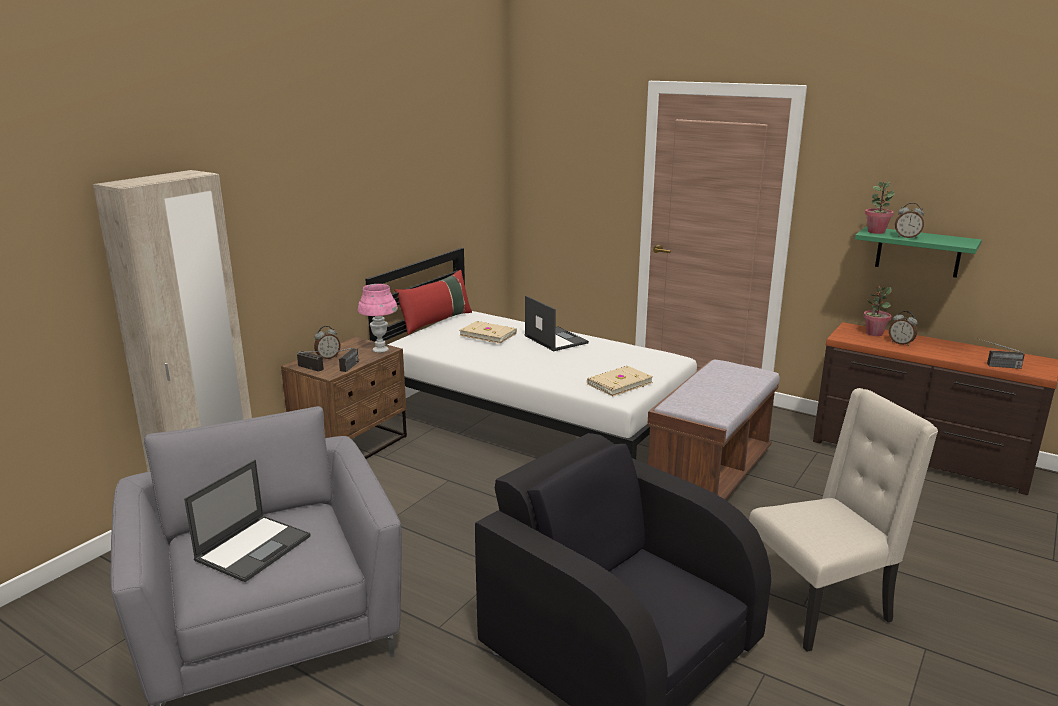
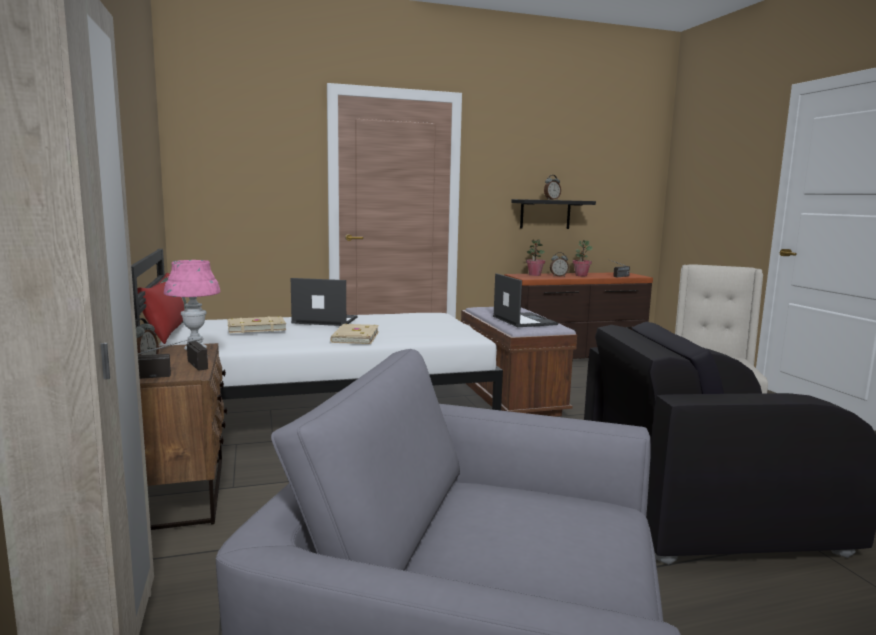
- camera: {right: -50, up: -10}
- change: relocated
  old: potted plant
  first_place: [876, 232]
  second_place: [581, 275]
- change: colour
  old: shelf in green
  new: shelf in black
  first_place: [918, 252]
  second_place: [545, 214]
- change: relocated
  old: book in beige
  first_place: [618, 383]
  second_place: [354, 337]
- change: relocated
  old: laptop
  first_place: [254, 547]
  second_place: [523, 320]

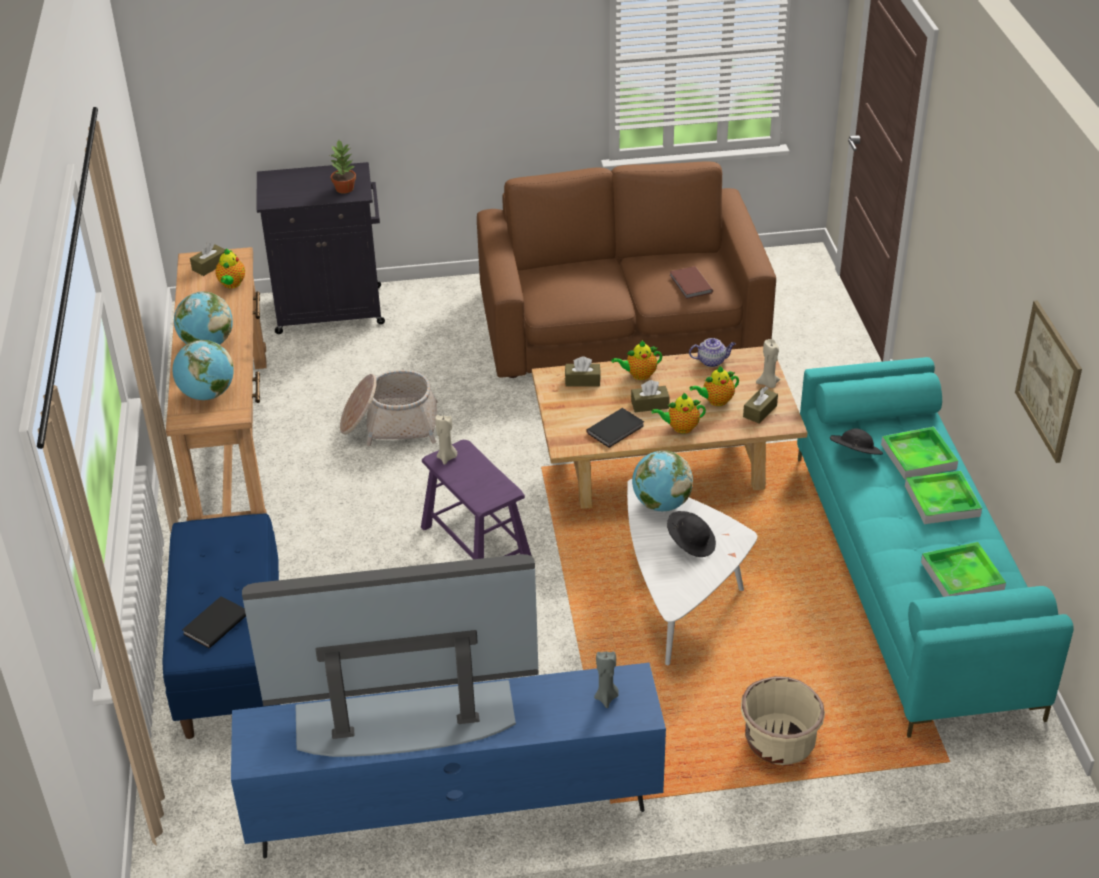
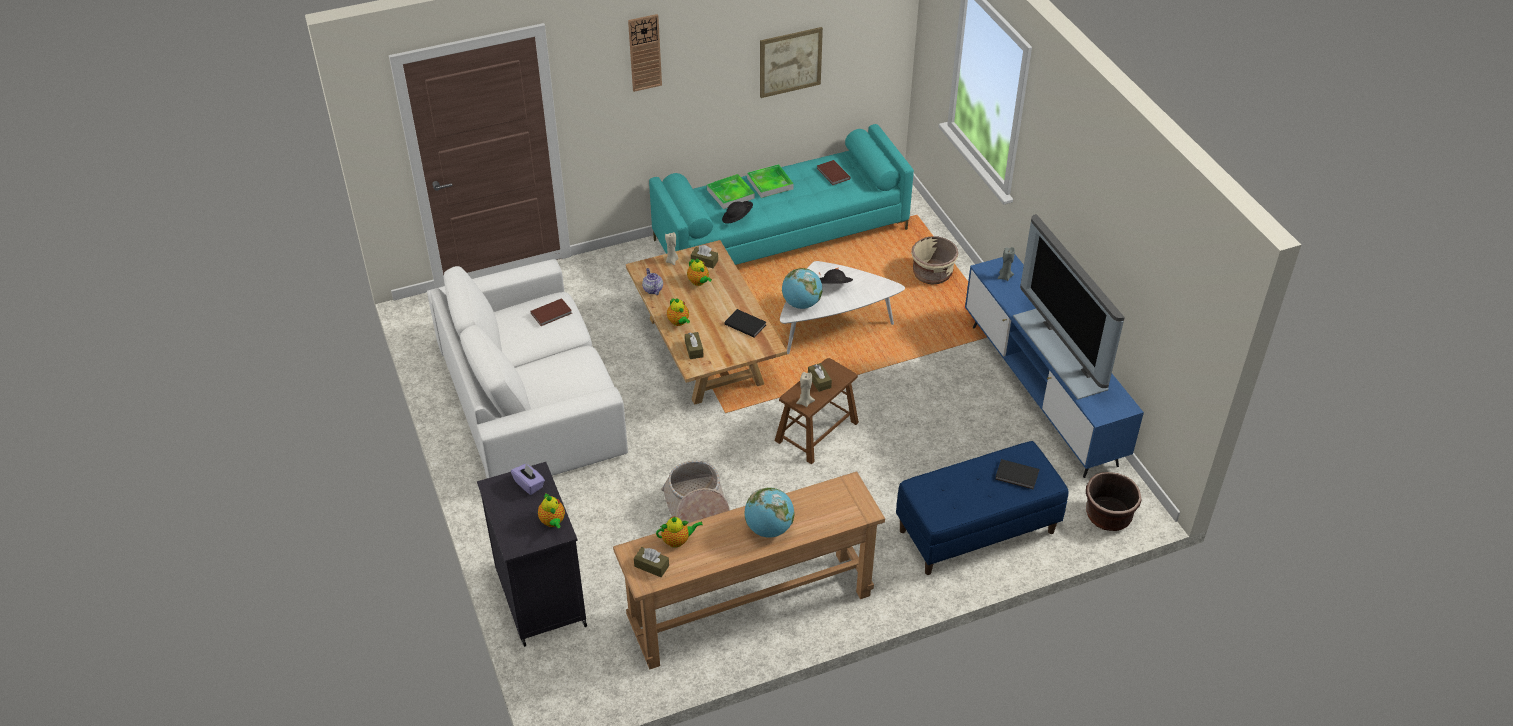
- camera: {right: -105, up: 5}
- change: exchanged
  old: potted plant
  new: tissue box in purple
  first_place: [345, 188]
  second_place: [529, 484]
- change: colour
  old: sofa in brown
  new: sofa in white
  first_place: [621, 323]
  second_place: [531, 399]
- change: missing
  old: globe
  first_place: [207, 394]
- change: relocated
  old: tissue box in brown
  first_place: [650, 405]
  second_place: [819, 381]
- change: relocated
  old: teapot
  first_place: [680, 428]
  second_place: [553, 522]
- change: colour
  old: stool in purple
  new: stool in brown
  first_place: [475, 542]
  second_place: [817, 431]
- change: exchanged
  old: tray
  new: book in brown
  first_place: [962, 576]
  second_place: [832, 174]
- change: appeared
  new: wall clock
  second_place: [645, 52]
- change: appeared
  new: planter in brown
  second_place: [1108, 516]

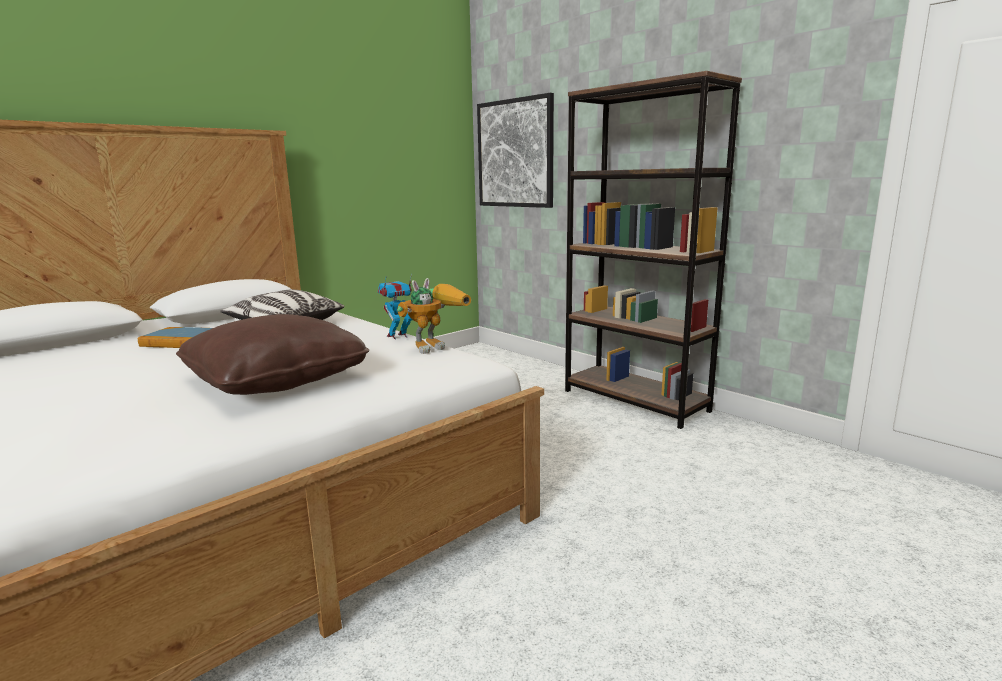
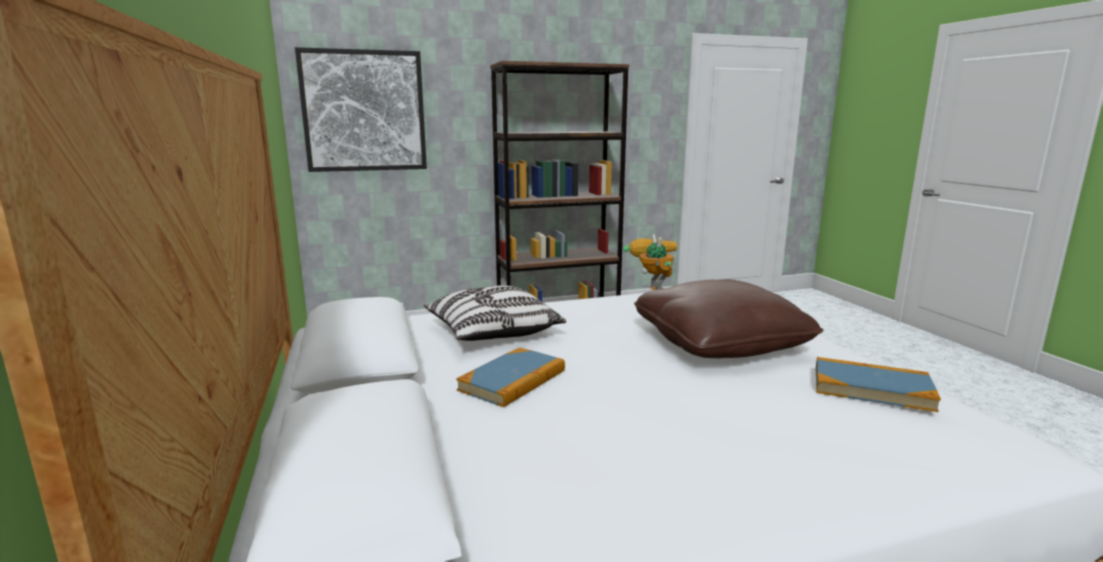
- camera: {right: -65, up: 0}
- change: missing
  old: toy robot
  first_place: [398, 336]
- change: appeared
  new: book
  second_place: [871, 388]

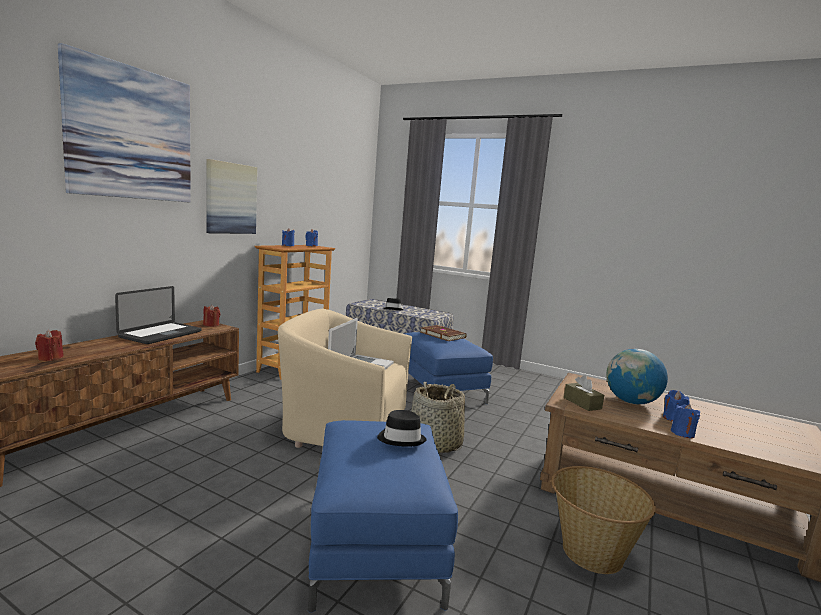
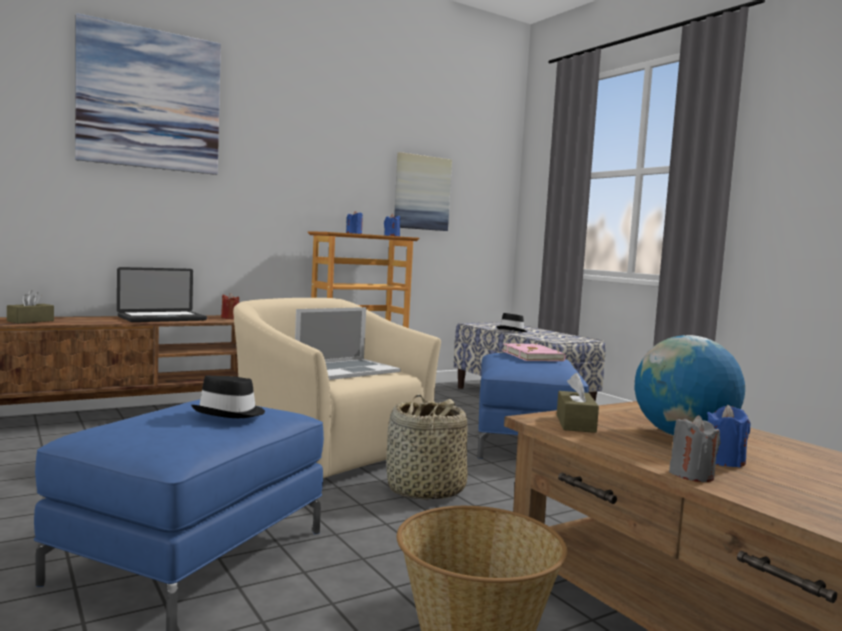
- camera: {right: 30, up: -5}
- change: relocated
  old: picture
  first_place: [231, 198]
  second_place: [422, 193]
- change: colour
  old: book in brown
  new: book in pink
  first_place: [443, 335]
  second_place: [533, 356]
- change: exchanged
  old: candle in red
  new: tissue box in brown
  first_place: [50, 358]
  second_place: [30, 321]
- change: colour
  old: candle in blue
  new: candle in grey
  first_place: [682, 433]
  second_place: [691, 475]

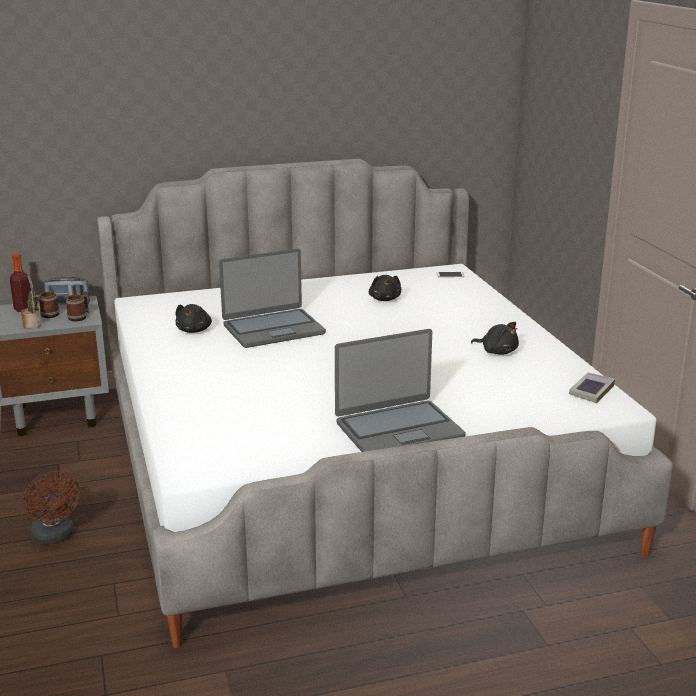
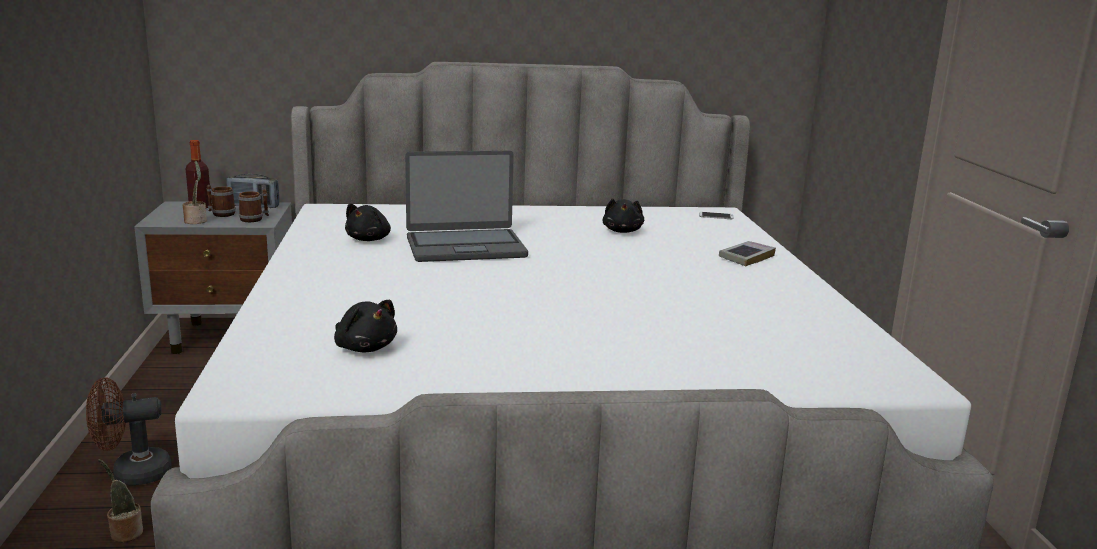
- camera: {right: 10, up: -5}
- change: relocated
  old: plush toy in black
  first_place: [497, 351]
  second_place: [365, 347]
- change: missing
  old: laptop
  first_place: [398, 429]
- change: relocated
  old: book
  first_place: [591, 391]
  second_place: [746, 257]
- change: spun
  old: fan in brown
  first_place: [55, 537]
  second_place: [132, 474]
  degrees: 90
- change: appeared
  new: potted plant
  second_place: [124, 533]

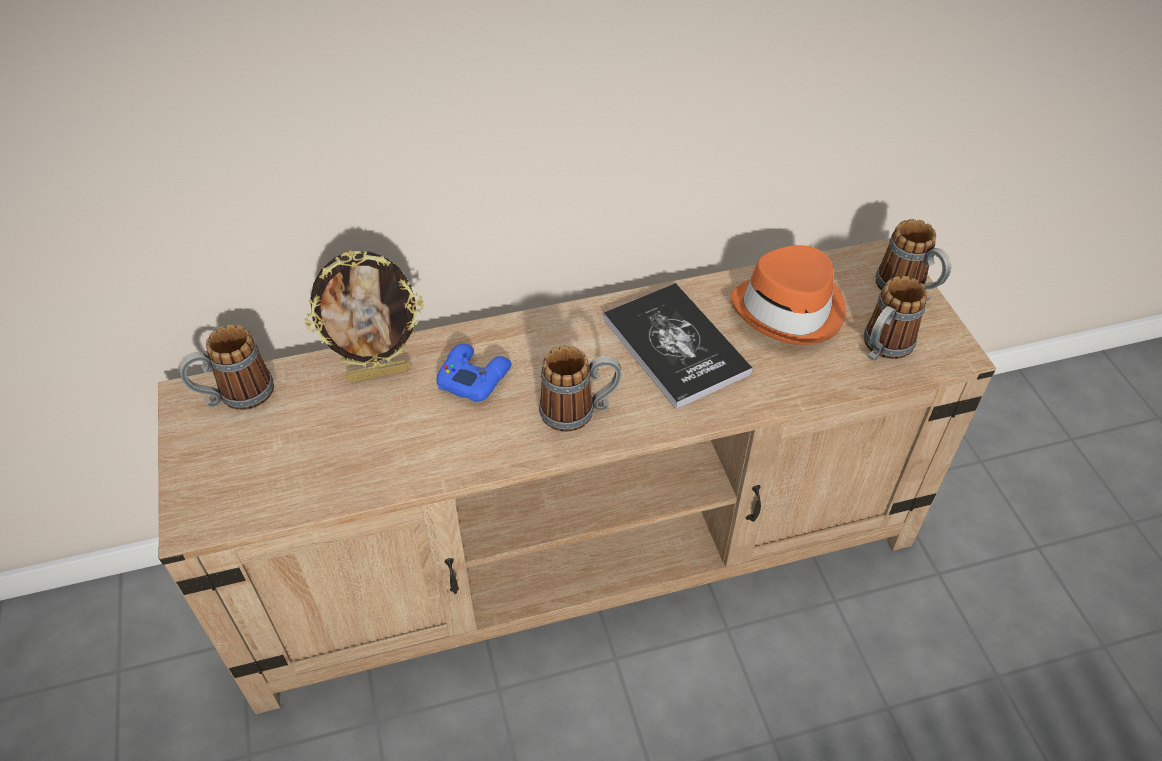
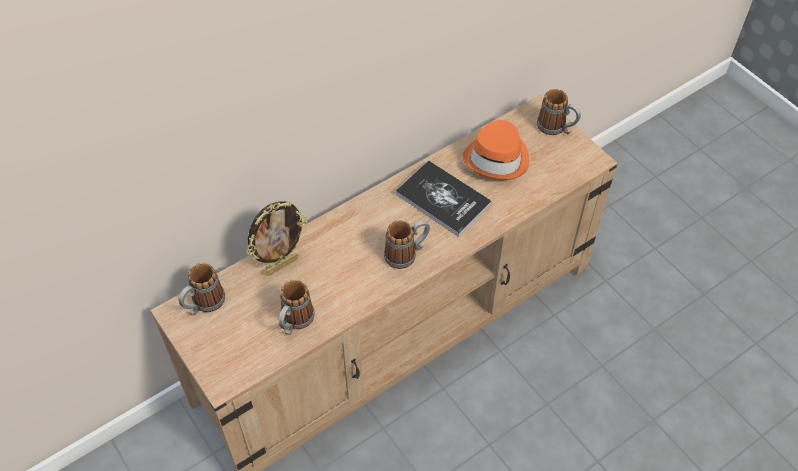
- camera: {right: -20, up: 5}
- change: relocated
  old: mug
  first_place: [882, 349]
  second_place: [295, 322]
- change: missing
  old: game controller in blue
  first_place: [473, 377]

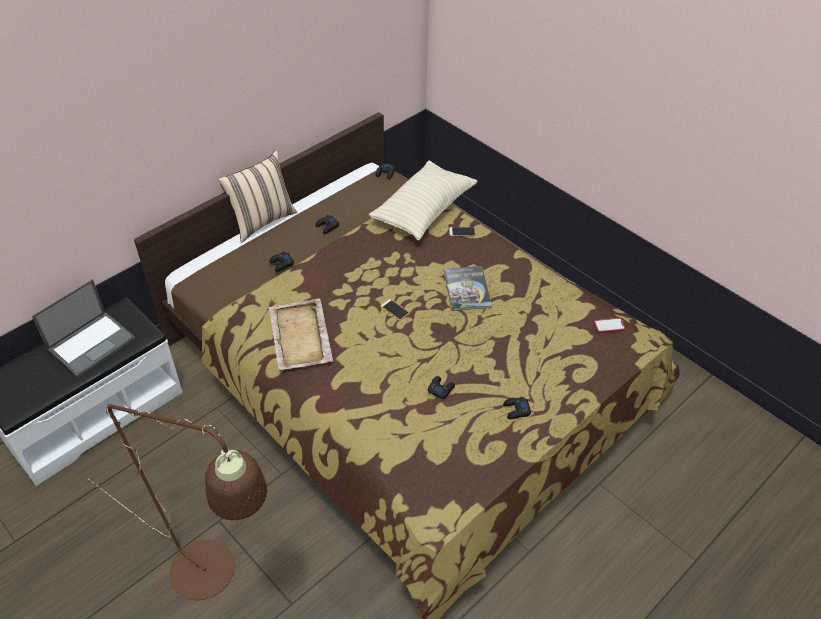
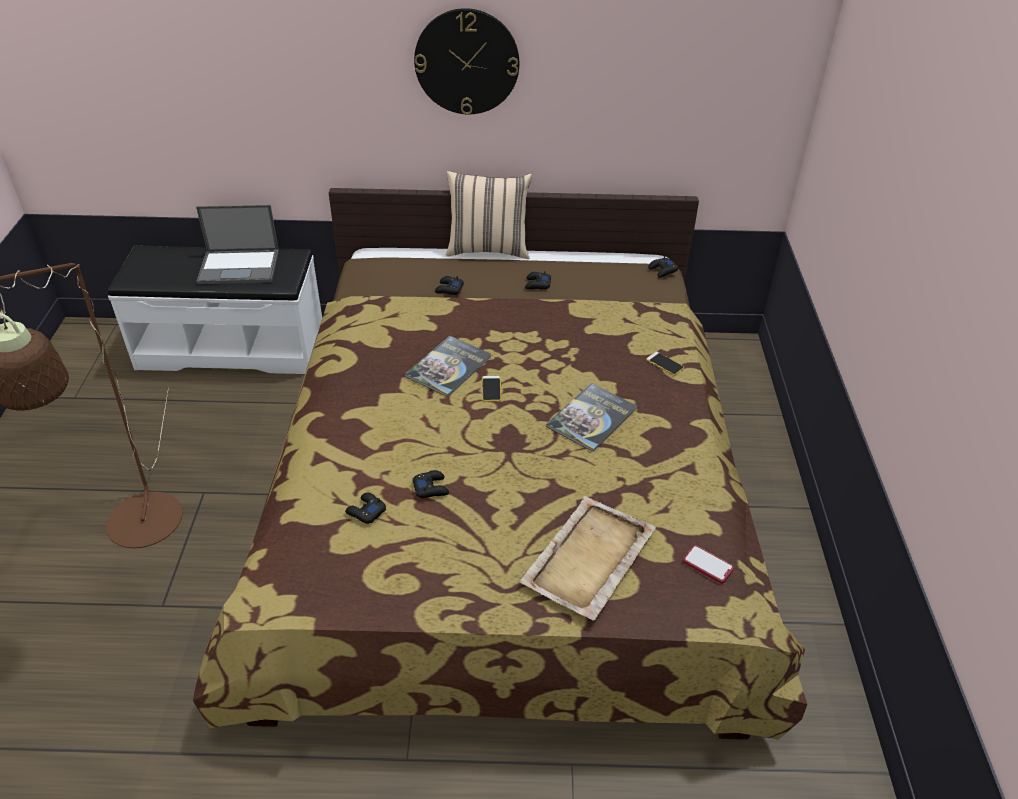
- camera: {right: 45, up: -5}
- change: missing
  old: pillow in beige
  first_place: [423, 210]
- change: relocated
  old: tray in beige
  first_place: [300, 337]
  second_place: [587, 559]
- change: relocated
  old: game controller in black
  first_place: [516, 410]
  second_place: [366, 511]
- change: appeared
  new: wall clock
  second_place: [467, 62]
- change: appeared
  new: book
  second_place: [448, 367]

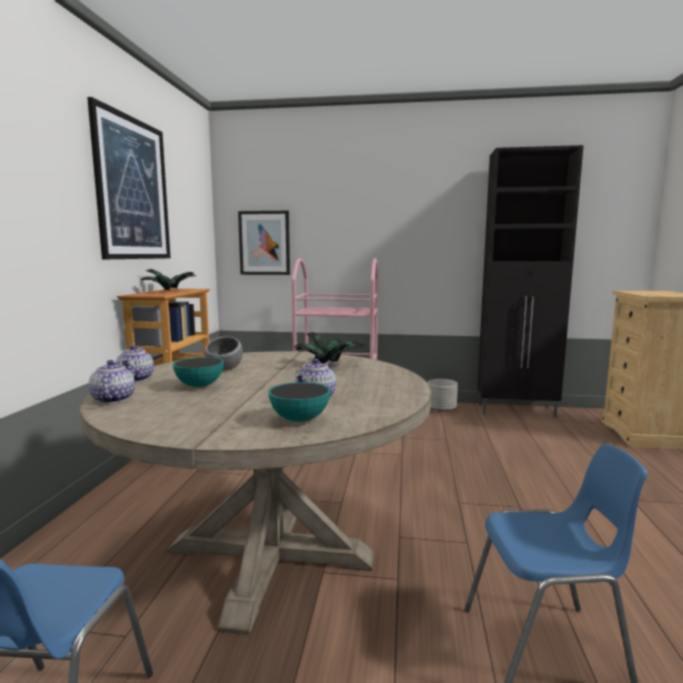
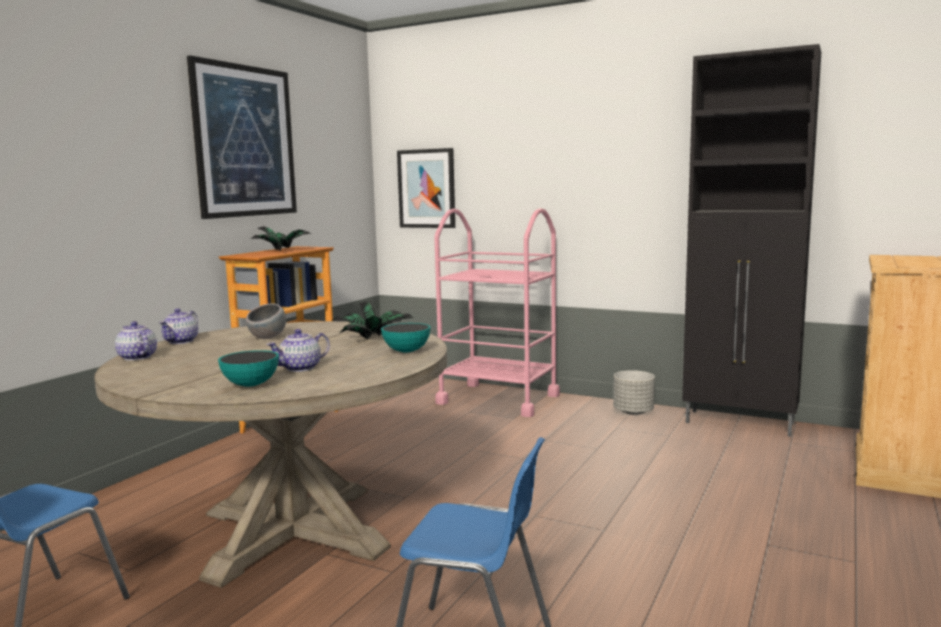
- camera: {right: 20, up: 0}
- change: relocated
  old: bowl
  first_place: [199, 386]
  second_place: [406, 351]
- change: spun
  old: teapot
  first_place: [112, 399]
  second_place: [137, 357]
  degrees: -45

